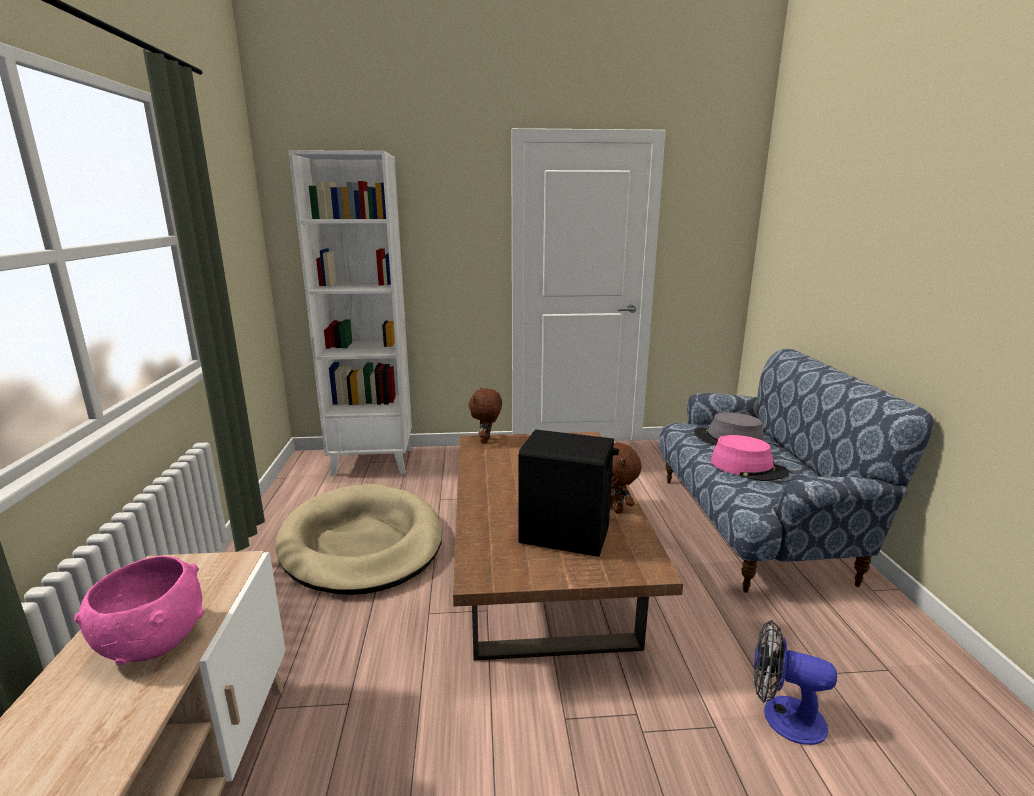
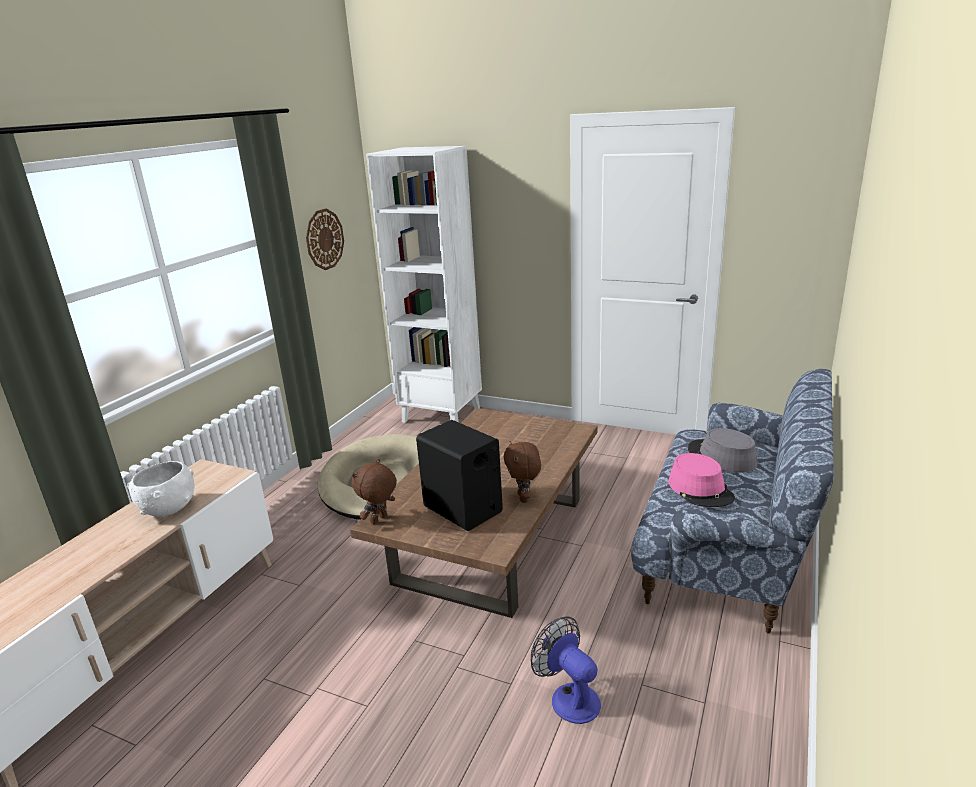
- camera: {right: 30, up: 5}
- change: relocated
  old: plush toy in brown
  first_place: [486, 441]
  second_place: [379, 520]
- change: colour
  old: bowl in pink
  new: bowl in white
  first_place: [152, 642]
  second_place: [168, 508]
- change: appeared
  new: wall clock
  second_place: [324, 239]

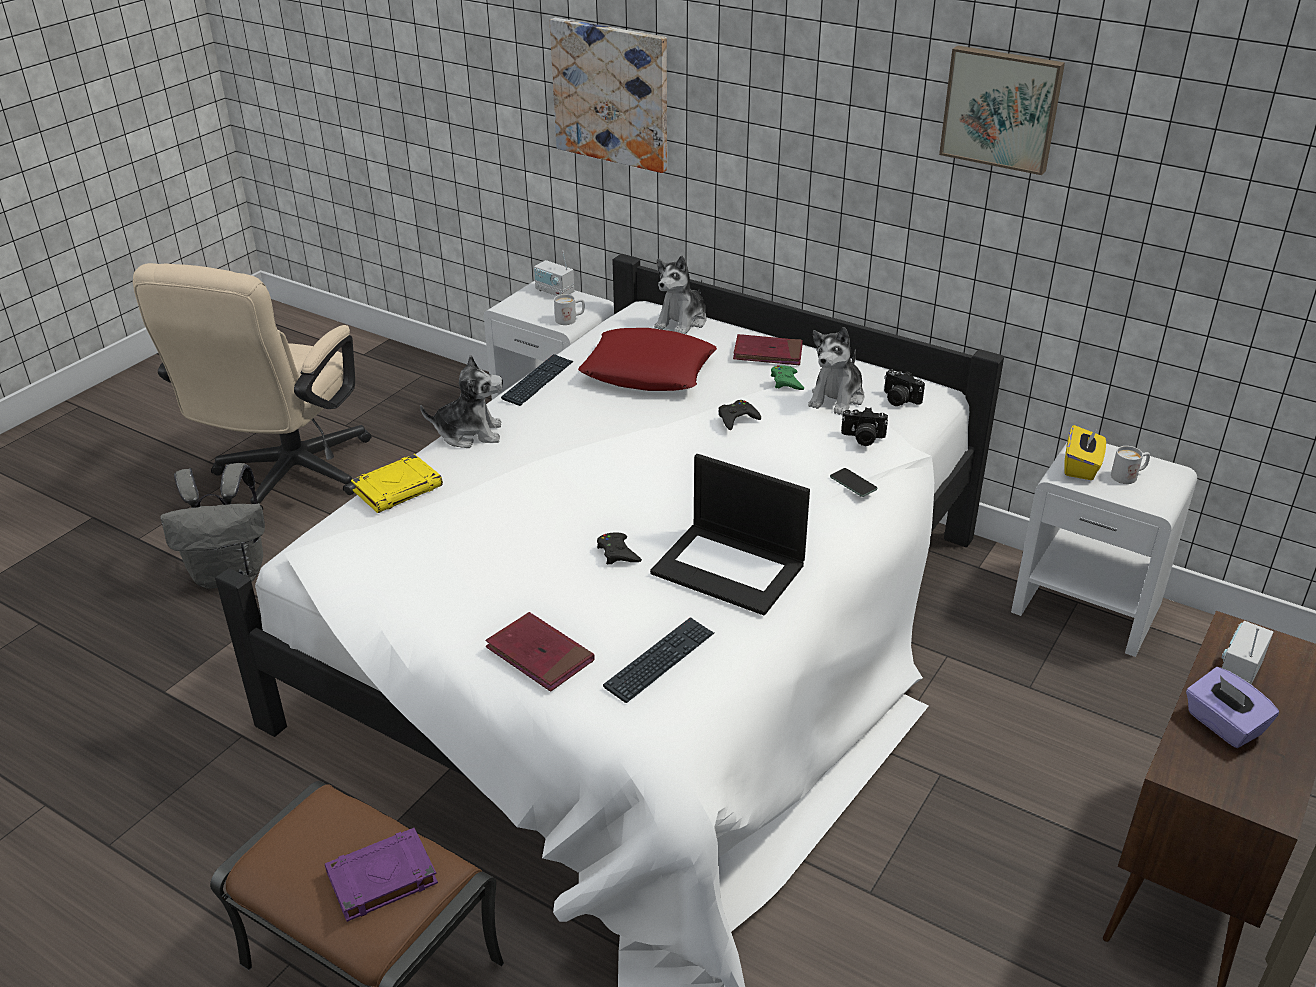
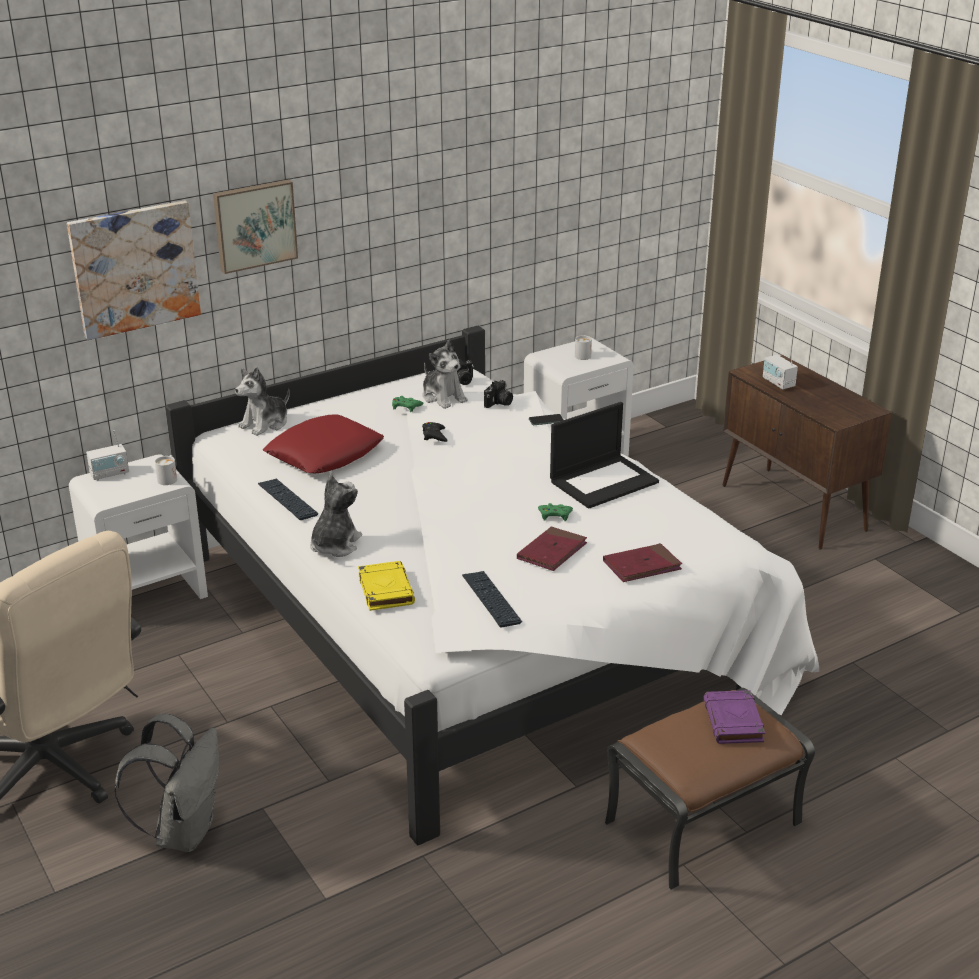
- camera: {right: -65, up: -5}
- change: relocated
  old: picture
  first_place: [1001, 108]
  second_place: [254, 225]
- change: spun
  old: plush toy
  first_place: [682, 322]
  second_place: [265, 424]
  degrees: 75
- change: relocated
  old: book in red
  first_place: [768, 353]
  second_place: [552, 552]
- change: missing
  old: tissue box in yellow
  first_place: [1081, 467]
- change: colour
  old: game controller in black
  new: game controller in green
  first_place: [617, 553]
  second_place: [555, 515]
- change: relocated
  old: keyboard
  first_place: [660, 661]
  second_place: [491, 600]
- change: missing
  old: tissue box in purple
  first_place: [1223, 725]

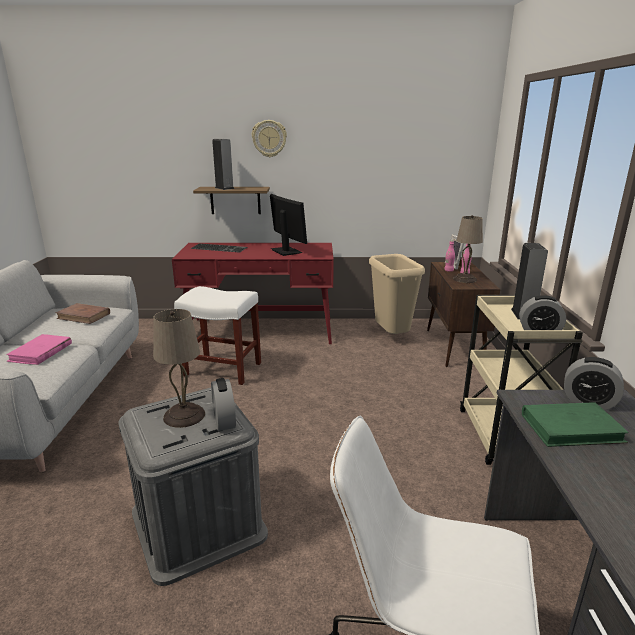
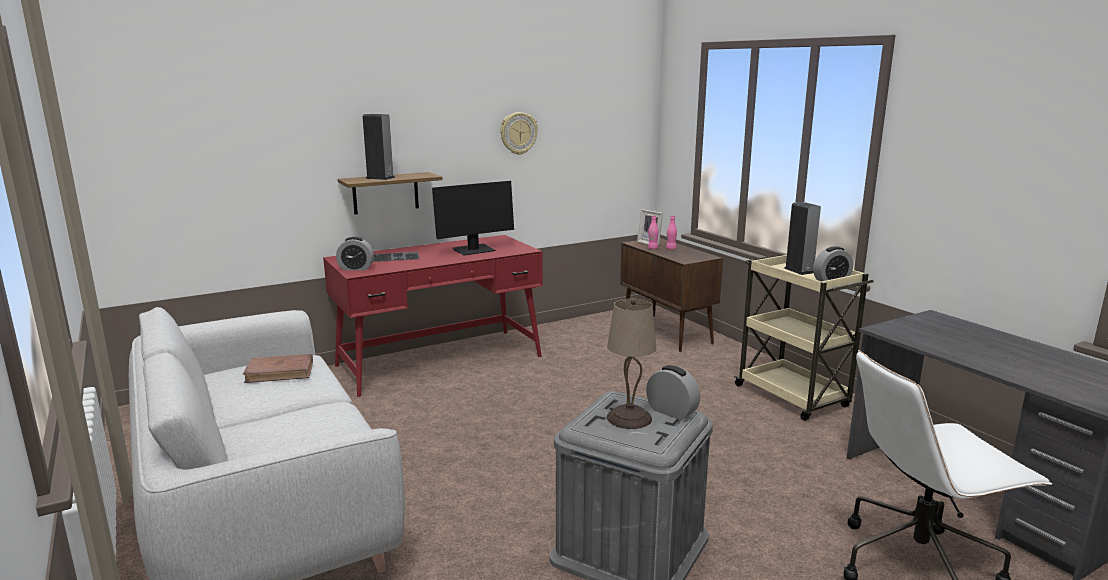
- camera: {right: -30, up: -5}
- change: relocated
  old: wall clock
  first_place: [269, 138]
  second_place: [518, 133]
- change: spun
  old: monitor
  first_place: [286, 251]
  second_place: [473, 250]
  degrees: 120
- change: missing
  old: table lamp in beige
  first_place: [464, 279]
- change: missing
  old: trash can in beige
  first_place: [392, 337]
- change: missing
  old: stool in white
  first_place: [222, 369]
- change: missing
  old: book in pink
  first_place: [40, 352]
- change: relocated
  old: alarm clock
  first_place: [589, 401]
  second_place: [356, 268]
- change: missing
  old: book in green
  first_place: [571, 428]

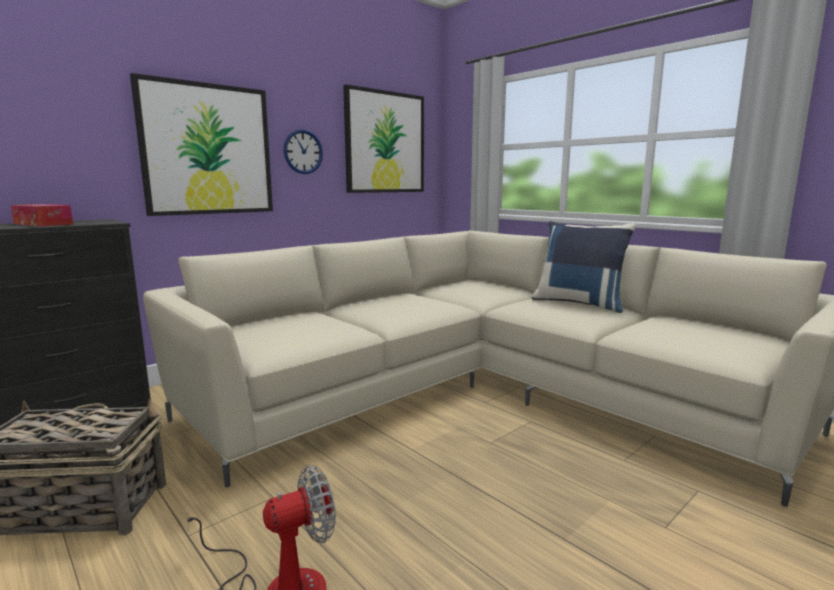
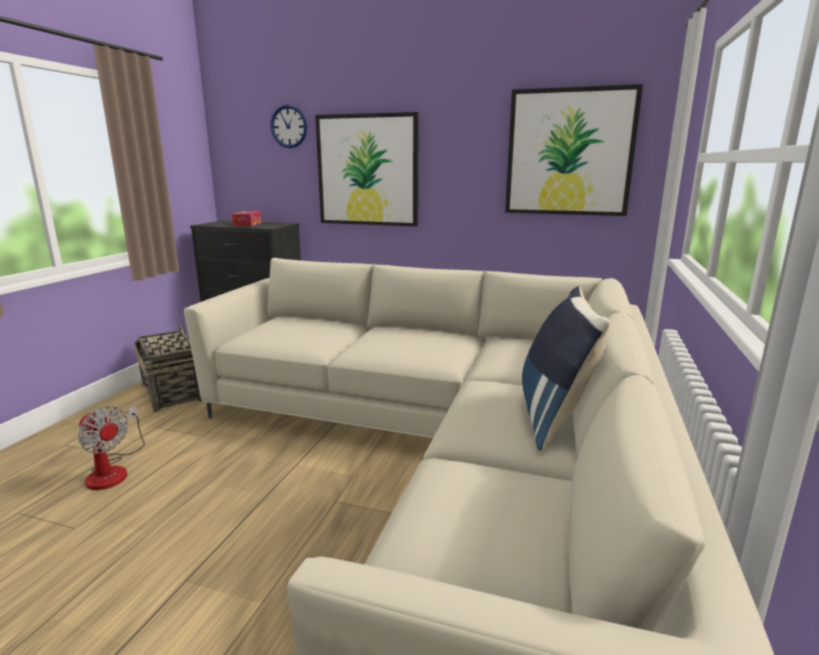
- camera: {right: 60, up: 5}
- change: relocated
  old: wall clock
  first_place: [303, 152]
  second_place: [289, 126]

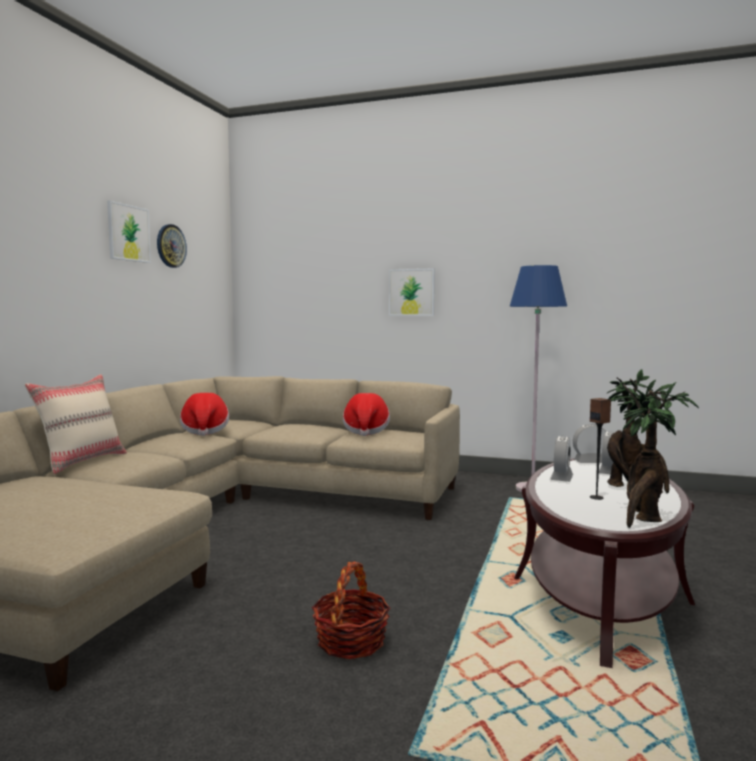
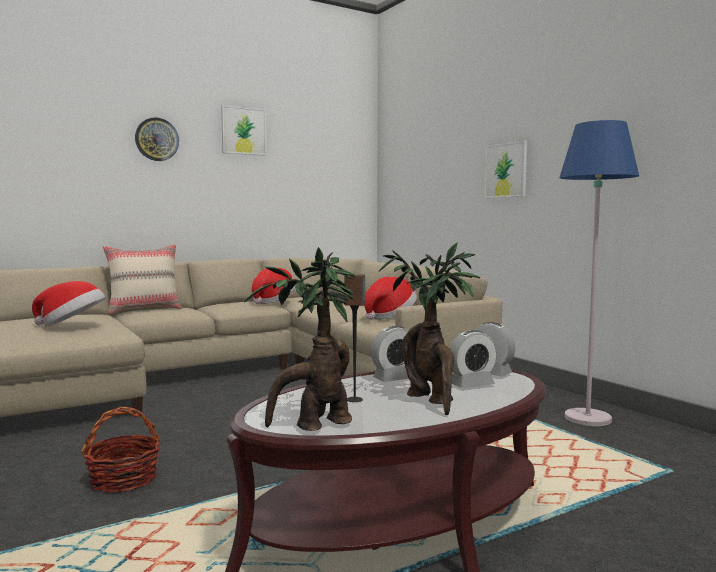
- camera: {right: 40, up: 0}
- change: relocated
  old: wall clock
  first_place: [170, 246]
  second_place: [157, 139]
- change: appeared
  new: hat
  second_place: [72, 325]

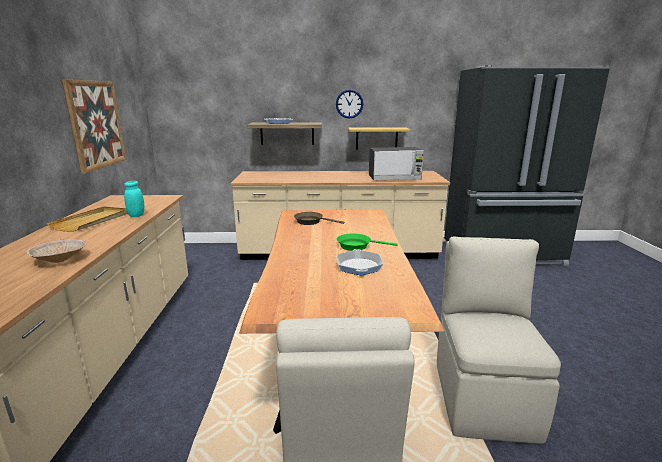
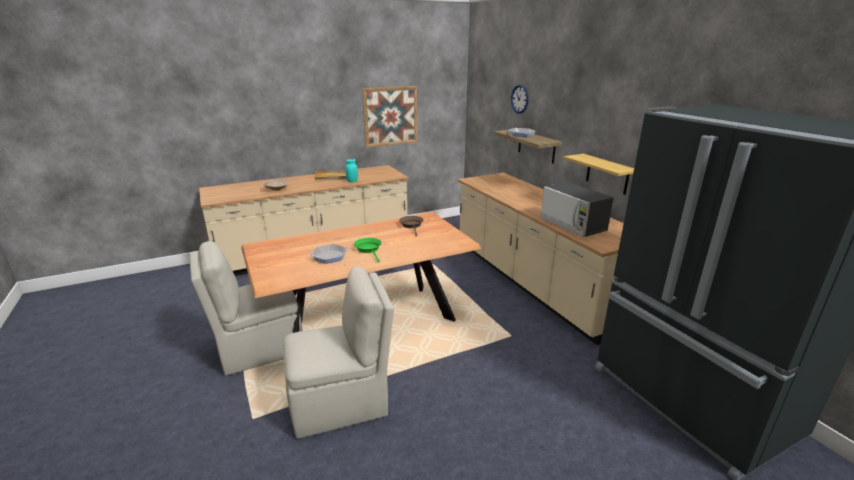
- camera: {right: 65, up: 5}
- change: relocated
  old: wall clock
  first_place: [349, 104]
  second_place: [519, 99]

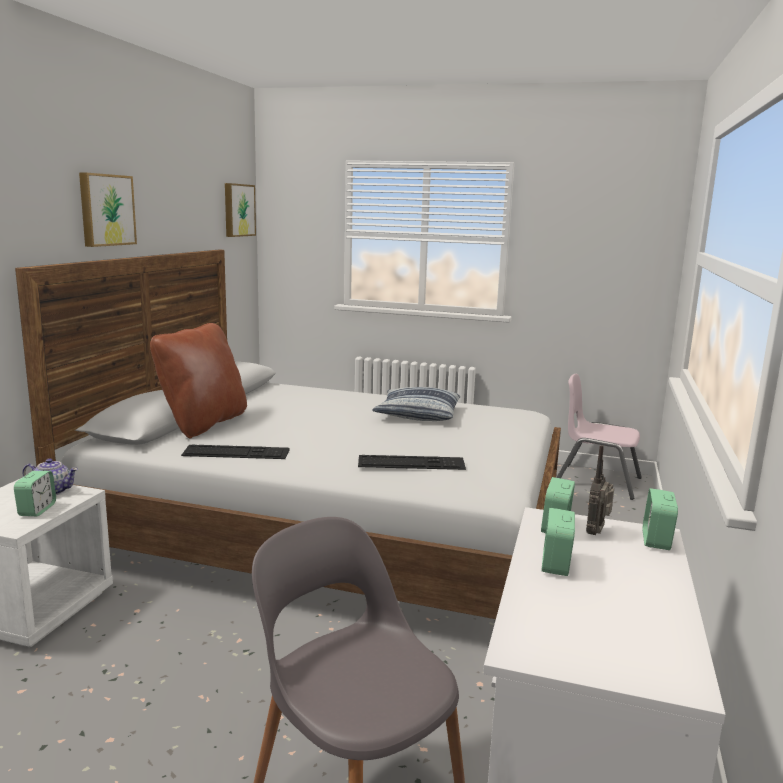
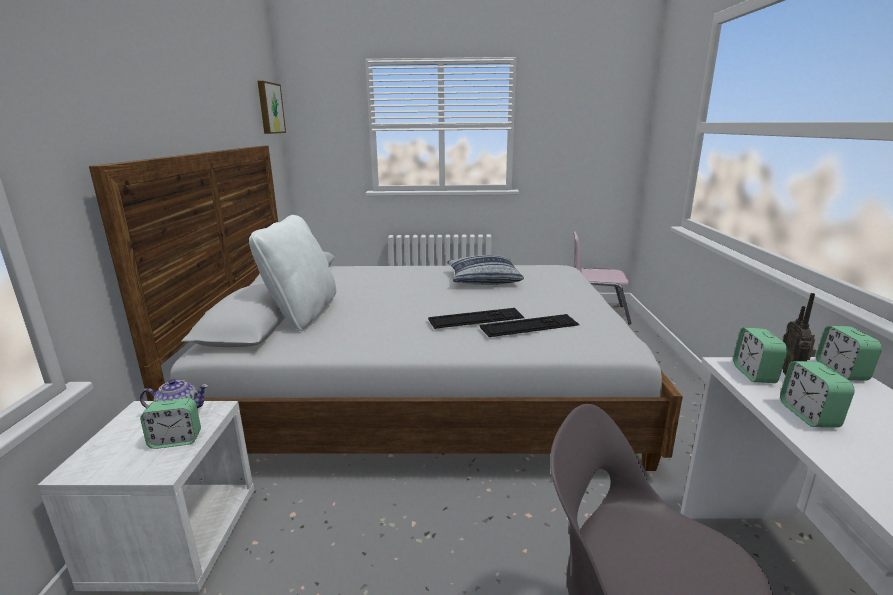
- camera: {right: -15, up: 5}
- change: missing
  old: picture
  first_place: [106, 210]
- change: colour
  old: pillow in brown
  new: pillow in white
  first_place: [203, 423]
  second_place: [302, 313]
- change: relocated
  old: keyboard
  first_place: [236, 452]
  second_place: [476, 318]
- change: spun
  old: alarm clock
  first_place: [37, 510]
  second_place: [176, 440]
  degrees: 90

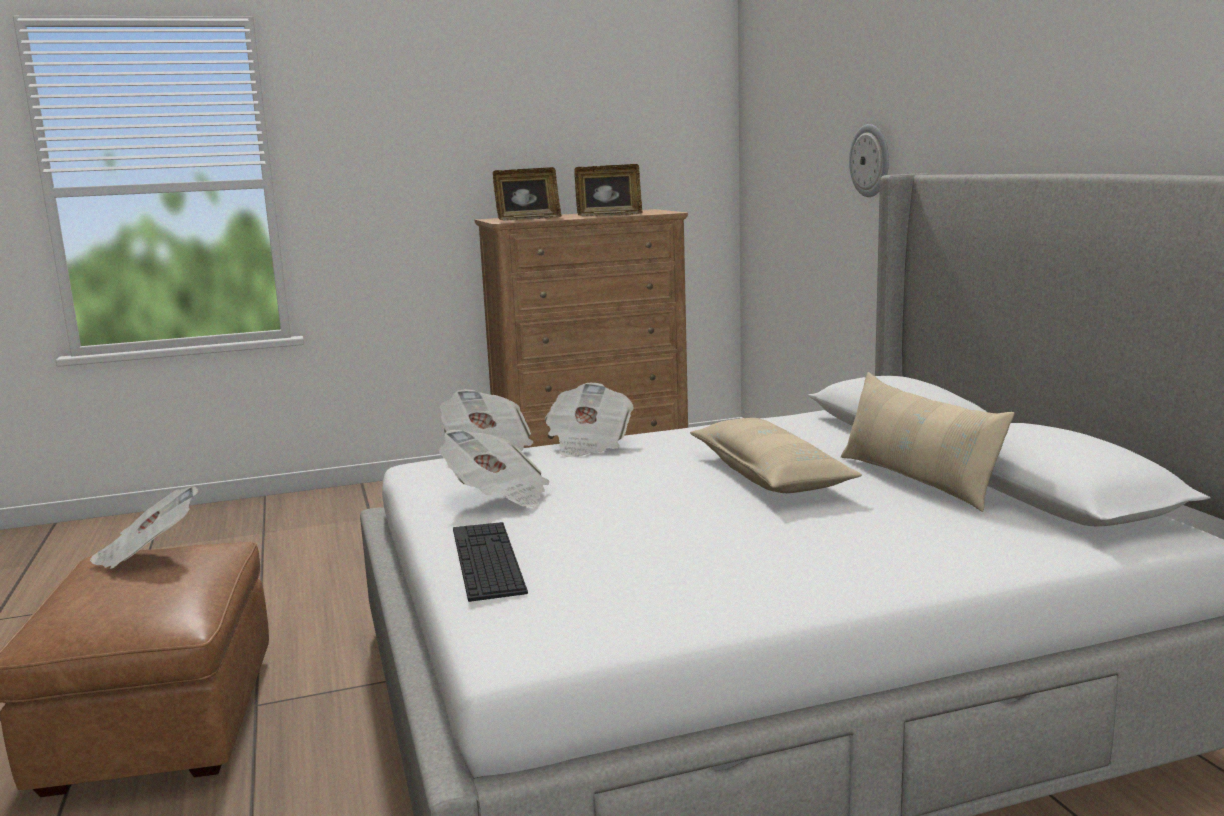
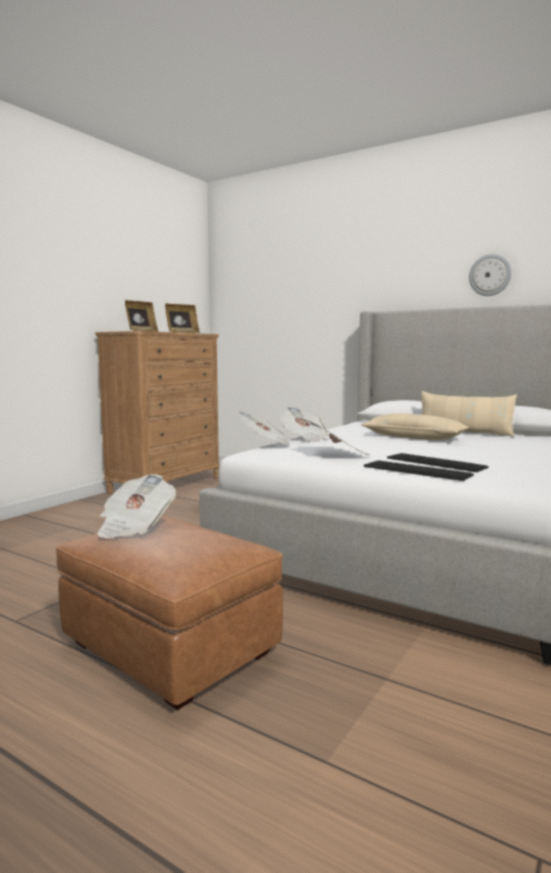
- camera: {right: -40, up: -5}
- change: relocated
  old: wall clock
  first_place: [870, 160]
  second_place: [490, 275]
- change: appeared
  new: keyboard
  second_place: [435, 462]

